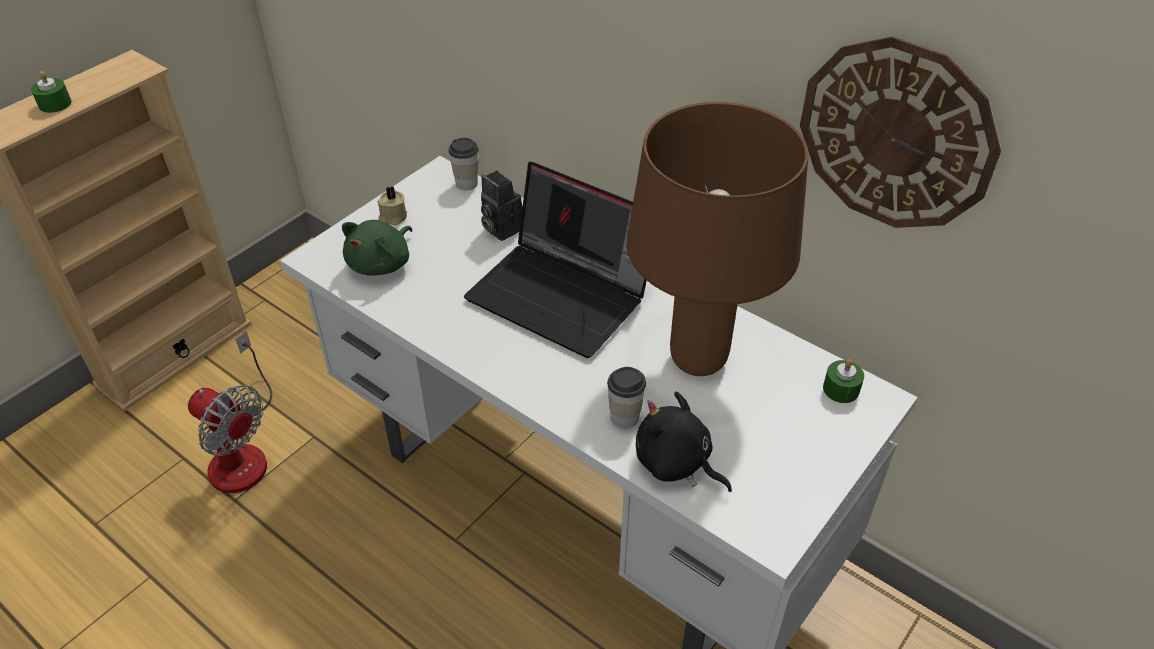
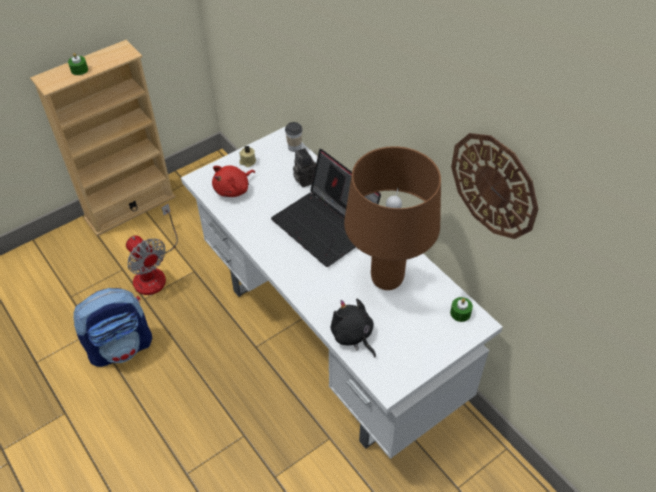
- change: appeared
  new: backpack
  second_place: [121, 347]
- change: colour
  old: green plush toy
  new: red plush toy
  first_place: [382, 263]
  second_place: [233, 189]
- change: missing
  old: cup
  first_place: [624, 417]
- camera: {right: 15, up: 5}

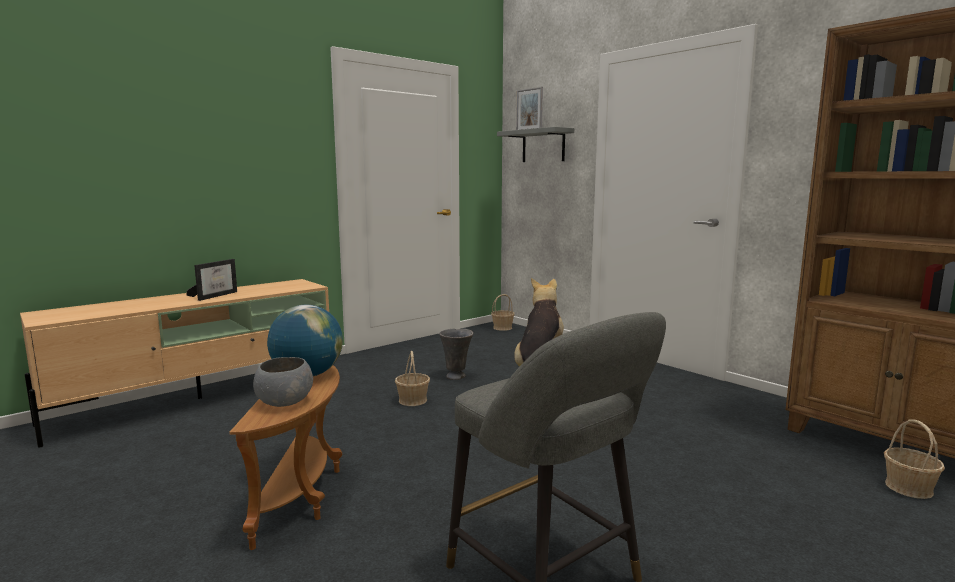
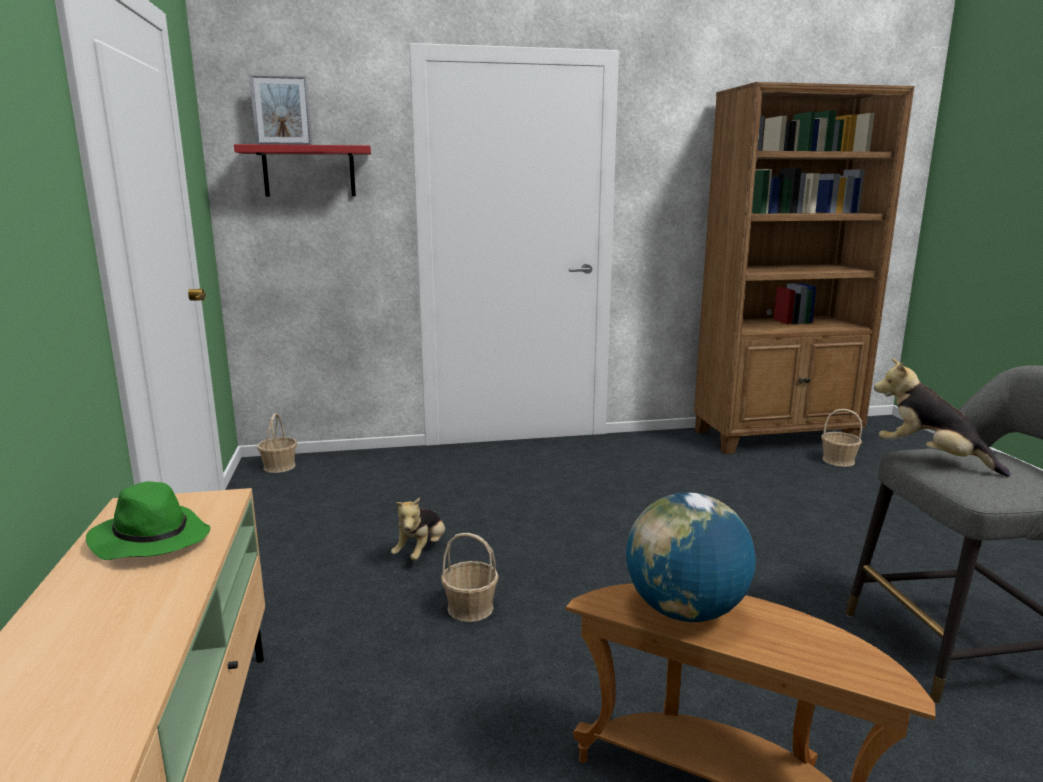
- change: appeared
  new: green hat
  second_place: [150, 540]
- change: colour
  old: grey shelf
  new: red shelf
  first_place: [543, 146]
  second_place: [309, 171]
- change: exchanged
  old: grey vase
  new: plush toy
  first_place: [456, 376]
  second_place: [421, 551]
- change: missing
  old: picture frame
  first_place: [215, 295]
- change: missing
  old: grey bowl
  first_place: [284, 402]
- camera: {right: -60, up: 5}

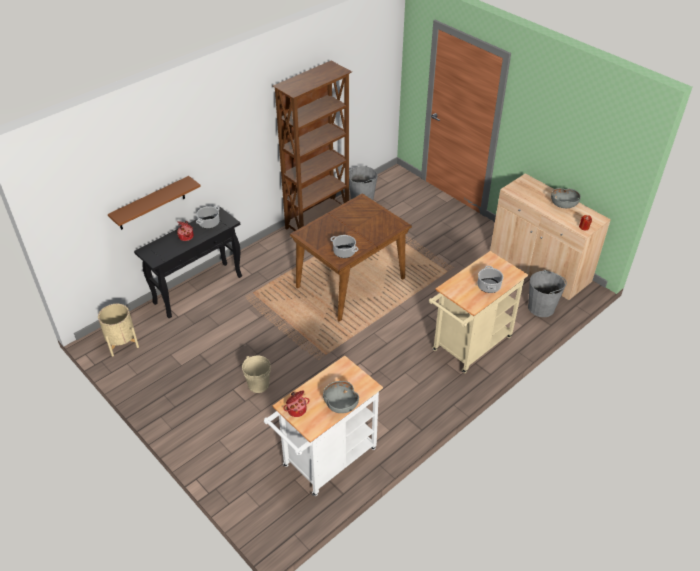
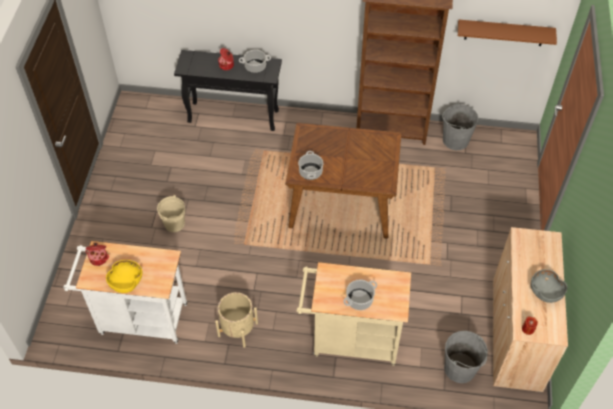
- change: colour
  old: grey bowl
  new: yellow bowl
  first_place: [340, 405]
  second_place: [126, 282]
- change: relocated
  old: beige planter
  first_place: [122, 342]
  second_place: [238, 329]
- change: relocated
  old: brown shelf
  first_place: [151, 203]
  second_place: [504, 33]
- camera: {right: 50, up: 10}

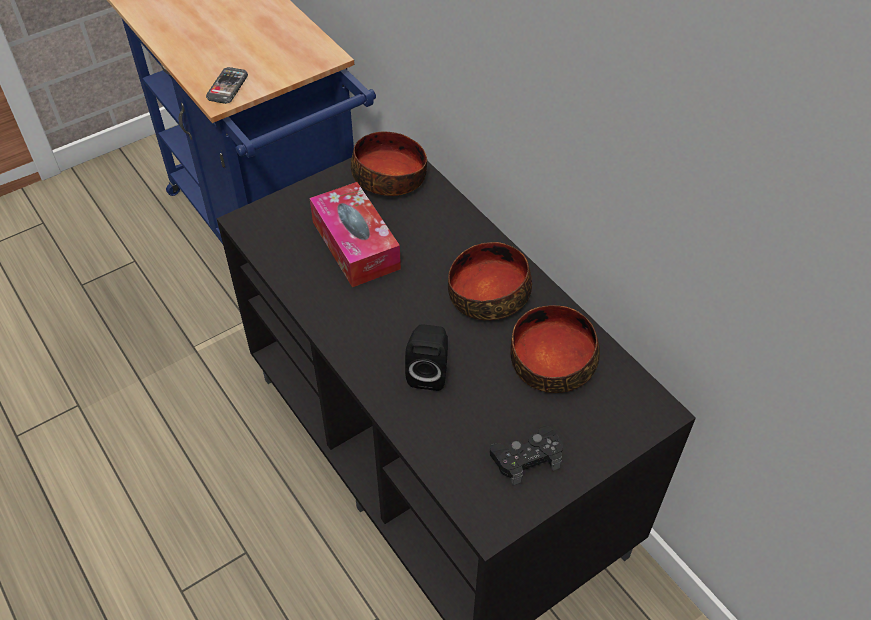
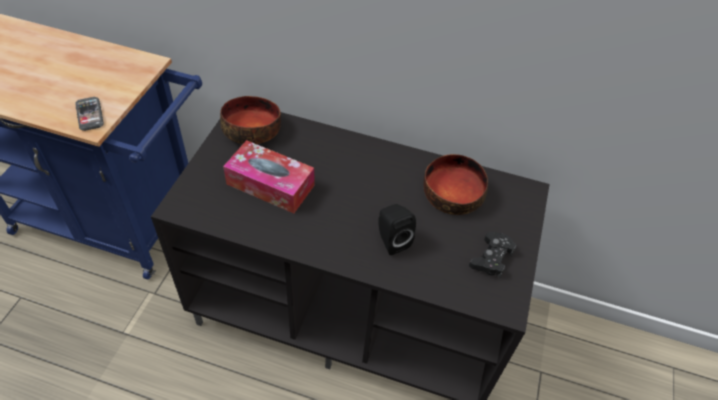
- change: missing
  old: bowl
  first_place: [488, 293]
- camera: {right: -40, up: 0}

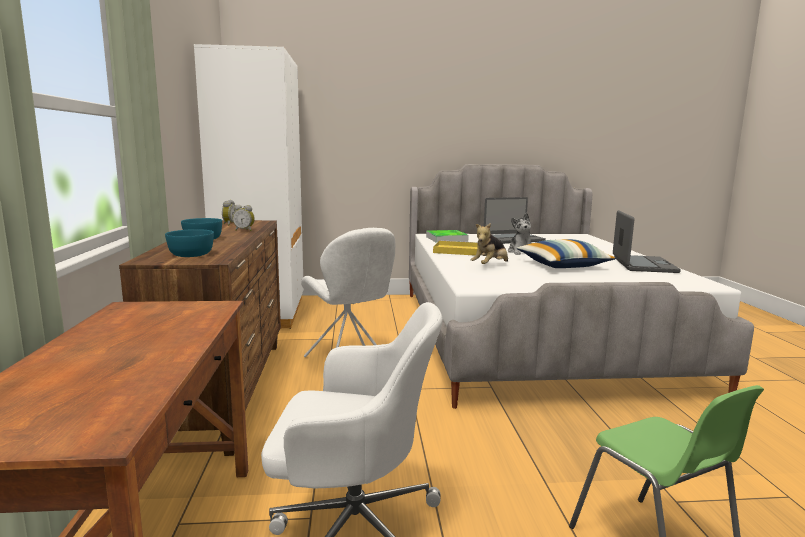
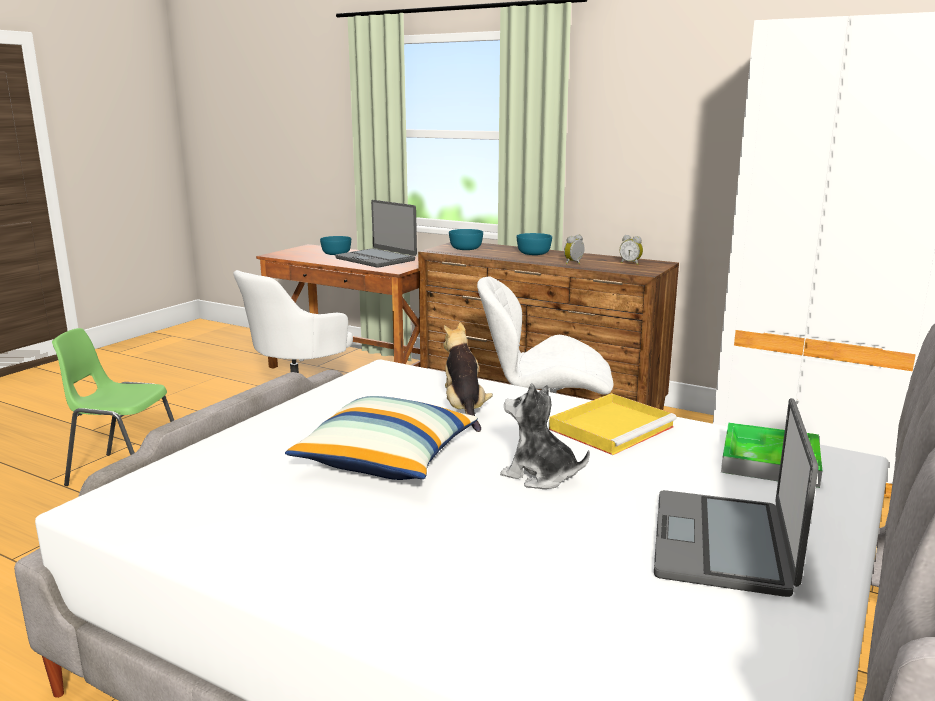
- change: appeared
  new: turquoise bowl
  second_place: [337, 253]
- change: relocated
  old: laptop
  first_place: [643, 265]
  second_place: [376, 259]
- camera: {right: 125, up: 5}

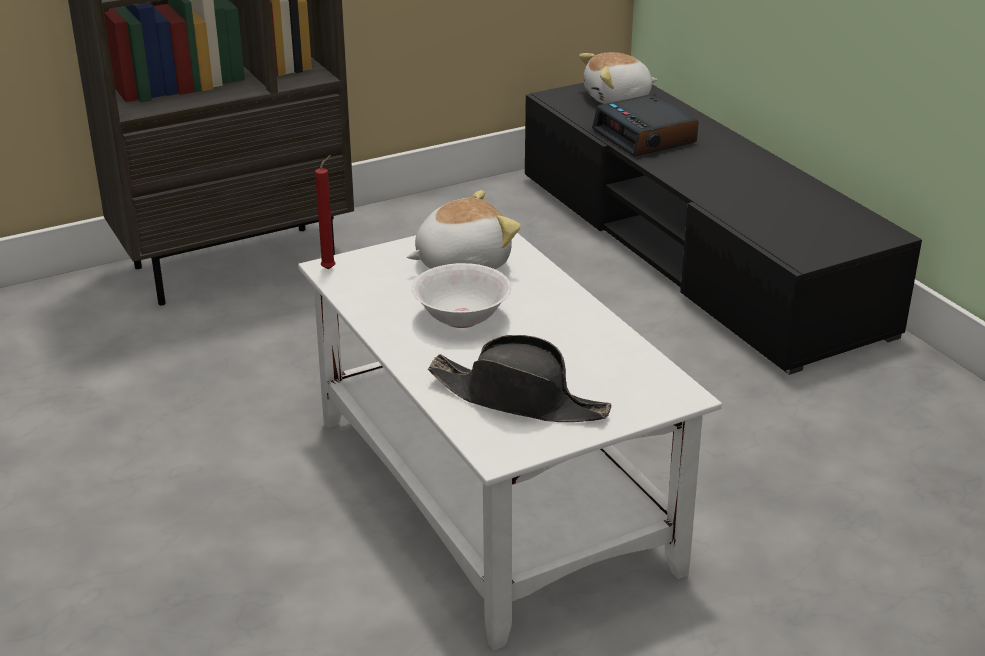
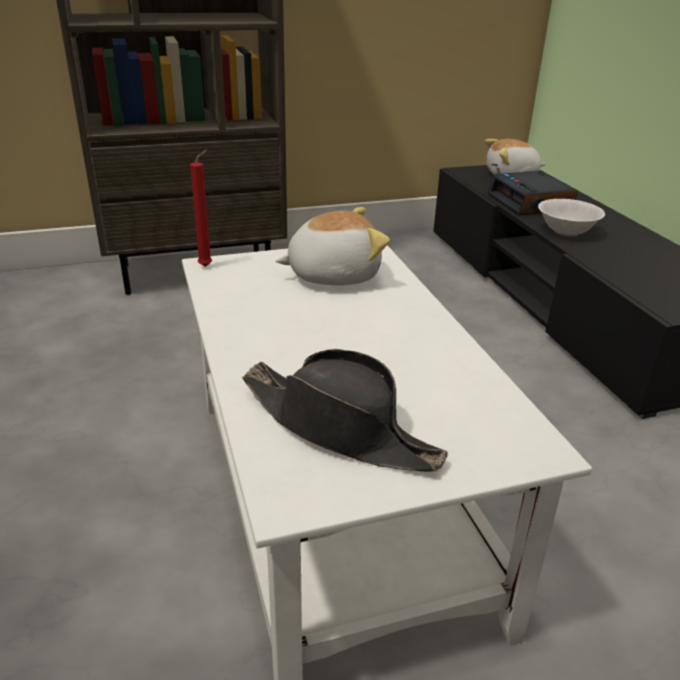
- change: relocated
  old: white bowl
  first_place: [461, 318]
  second_place: [566, 232]
- camera: {right: 10, up: 0}

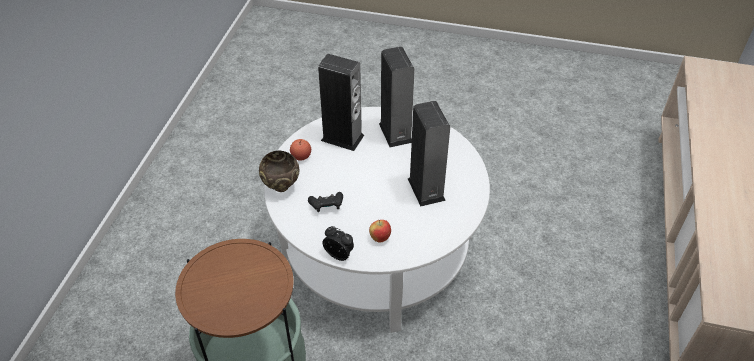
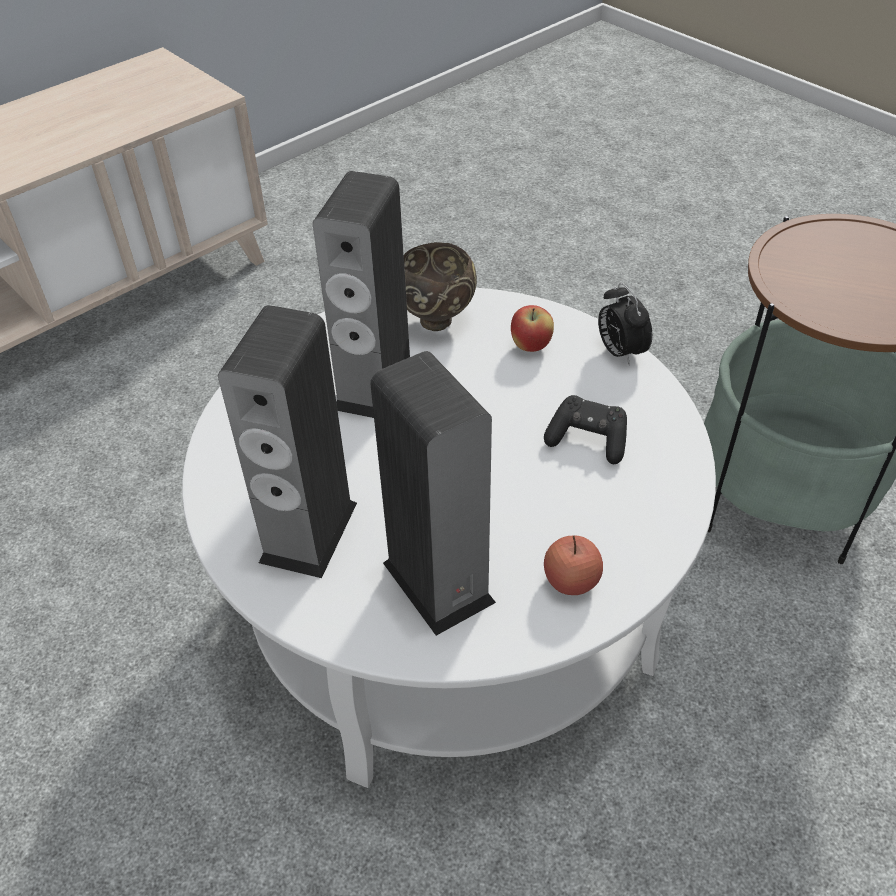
- change: relocated
  old: brown bowl
  first_place: [281, 187]
  second_place: [436, 320]
- camera: {right: -145, up: 0}

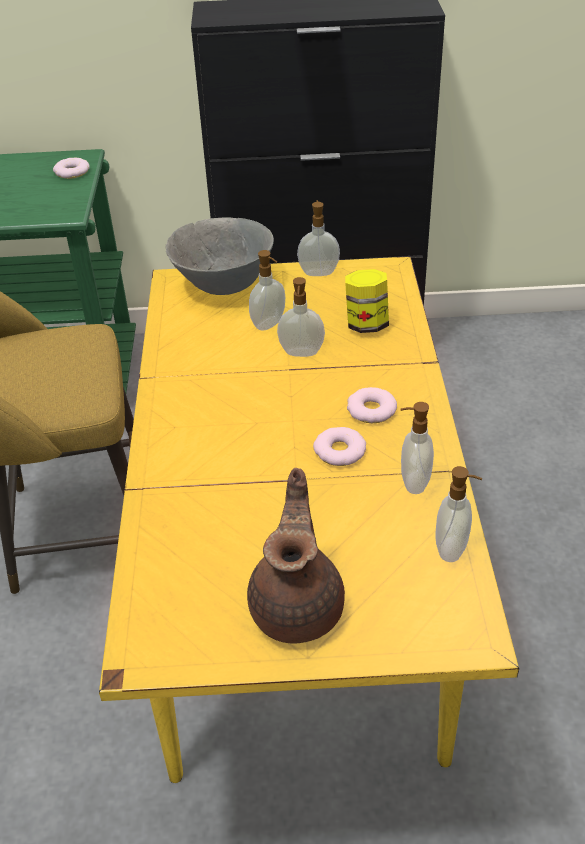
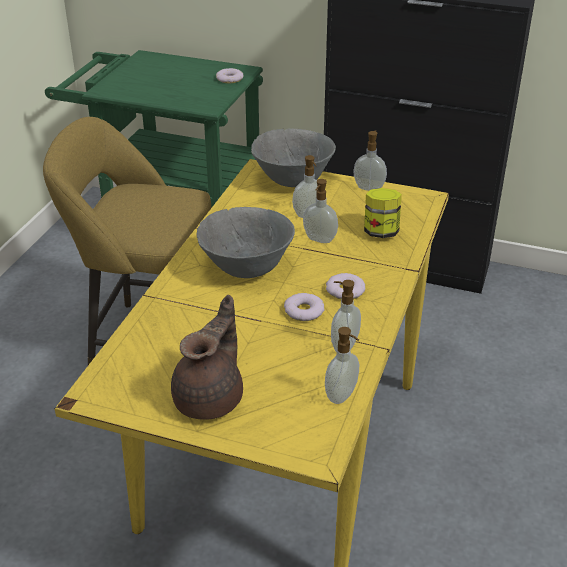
- change: appeared
  new: grey bowl
  second_place: [246, 268]
- camera: {right: 20, up: -5}

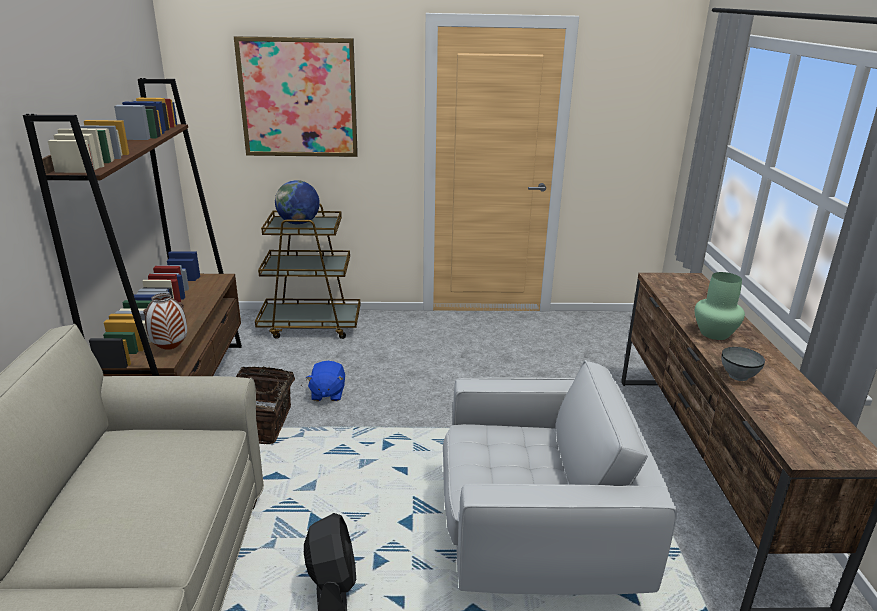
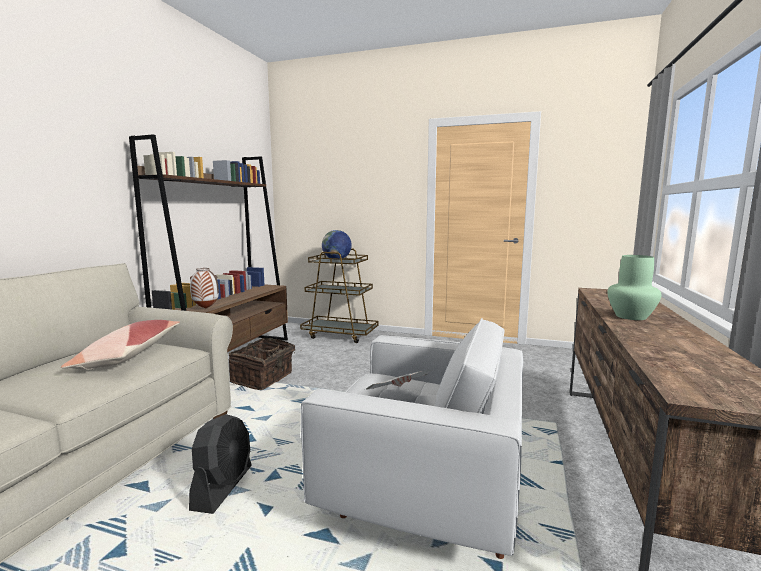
- change: appeared
  new: pillow
  second_place: [129, 355]
- change: appeared
  new: newspaper
  second_place: [397, 397]
- change: missing
  old: picture
  first_place: [298, 98]
- change: missing
  old: blue plush toy
  first_place: [327, 393]
- change: missing
  old: grey bowl
  first_place: [739, 376]
- camera: {right: 20, up: -15}

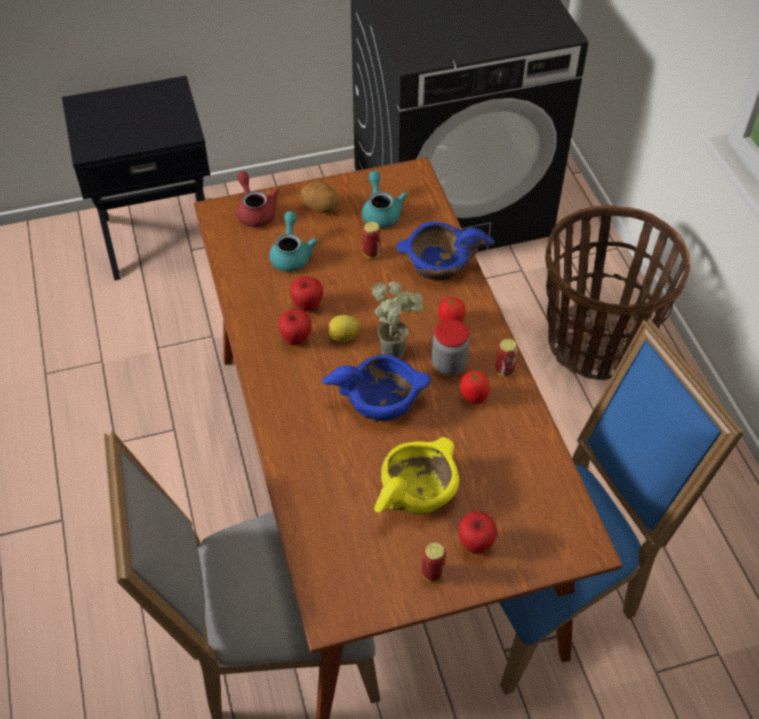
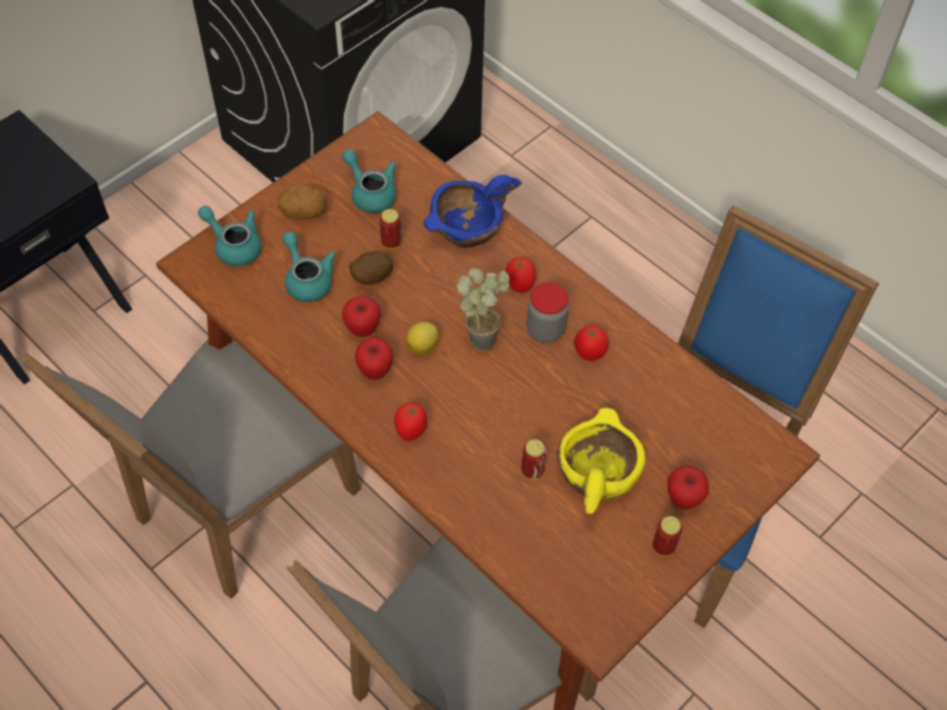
- change: appeared
  new: grey chair
  second_place: [234, 508]
- change: colour
  old: red teapot
  new: turquoise teapot
  first_place: [255, 211]
  second_place: [234, 246]
- change: appeared
  new: potato
  second_place: [371, 277]
- change: appeared
  new: tomato
  second_place: [411, 430]
- change: relocated
  old: can
  first_place: [504, 371]
  second_place: [532, 471]
- change: missing
  old: blue bowl
  first_place: [382, 400]
- change: missing
  old: basket
  first_place: [595, 344]
- camera: {right: -30, up: 5}

